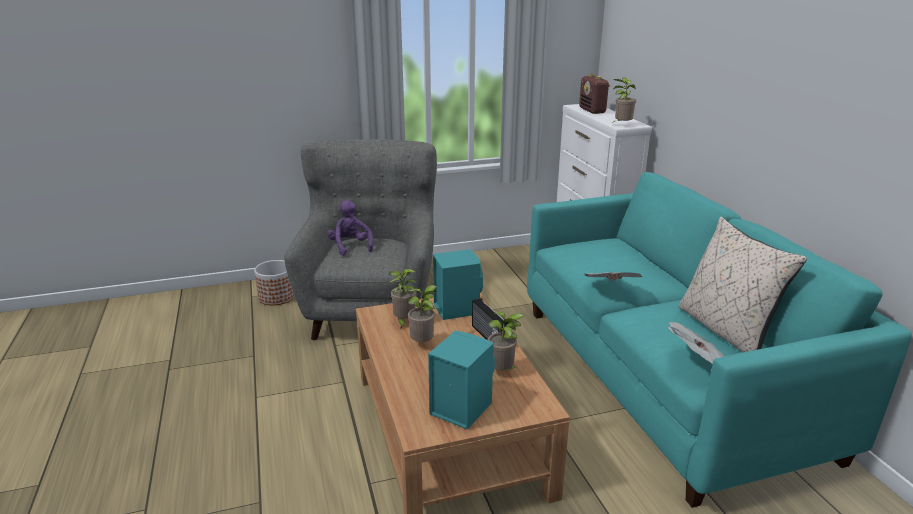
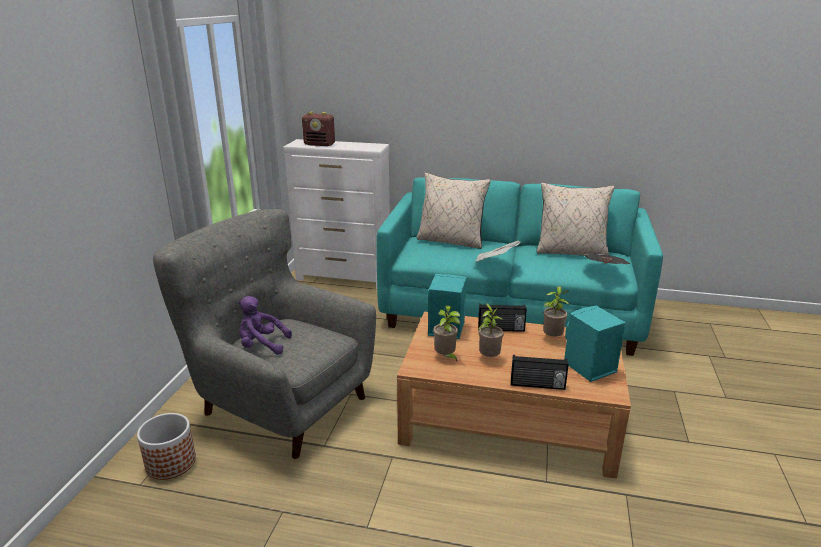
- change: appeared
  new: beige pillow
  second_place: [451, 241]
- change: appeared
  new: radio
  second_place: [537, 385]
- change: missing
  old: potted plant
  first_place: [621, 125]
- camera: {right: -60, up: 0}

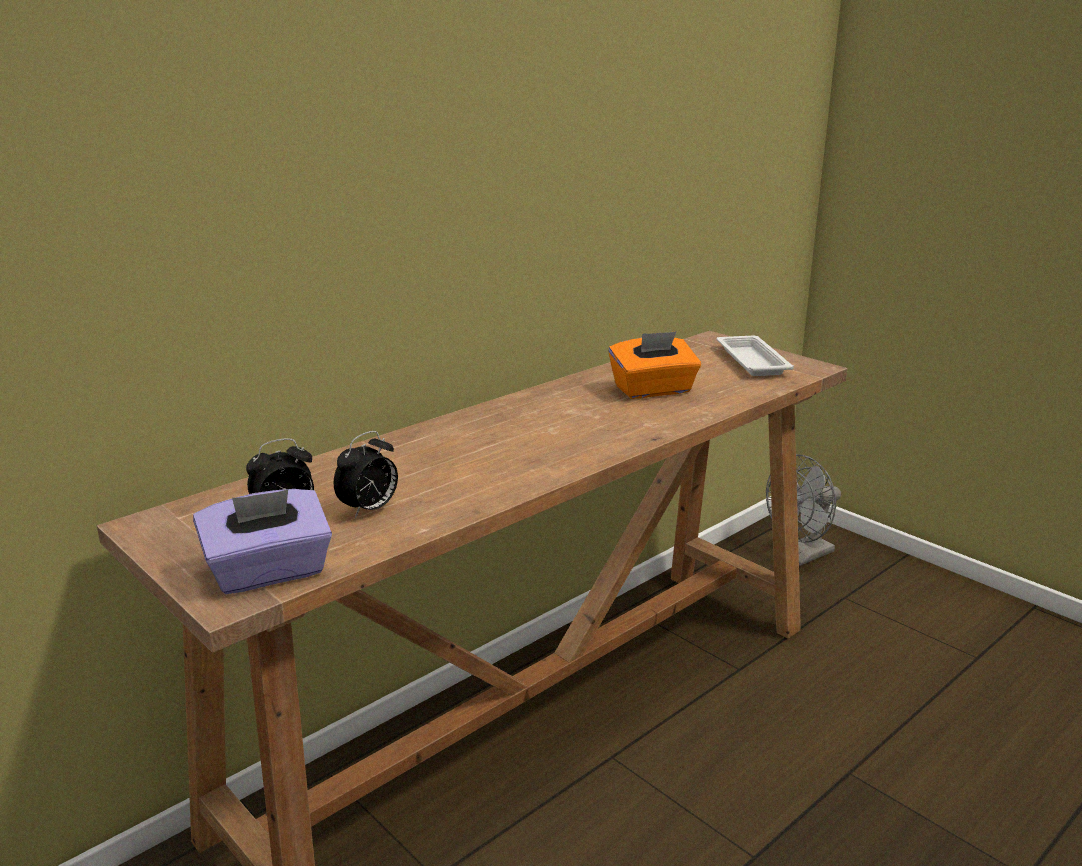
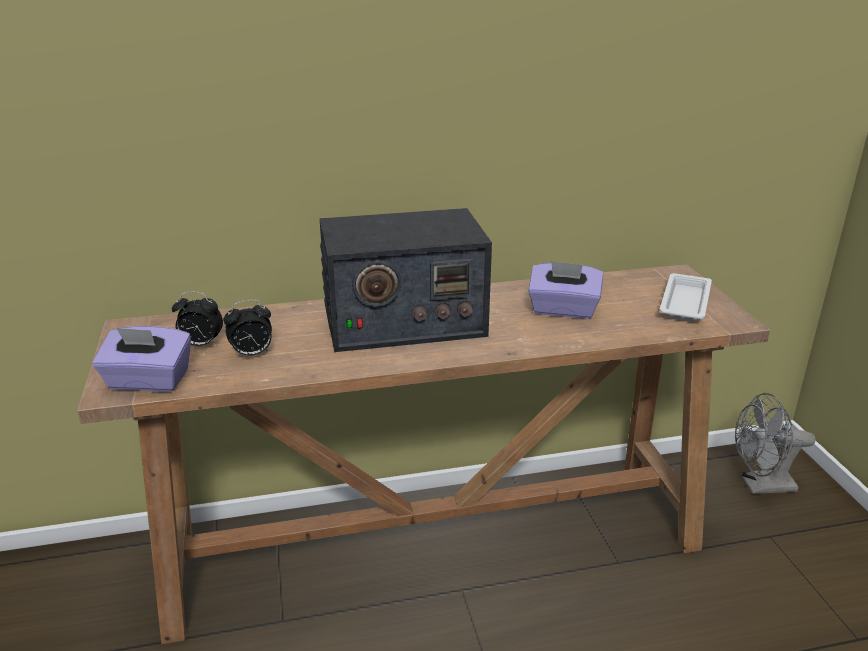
- change: appeared
  new: radio
  second_place: [403, 321]
- change: colour
  old: orange tissue box
  new: purple tissue box
  first_place: [653, 390]
  second_place: [563, 310]
- camera: {right: 30, up: 5}

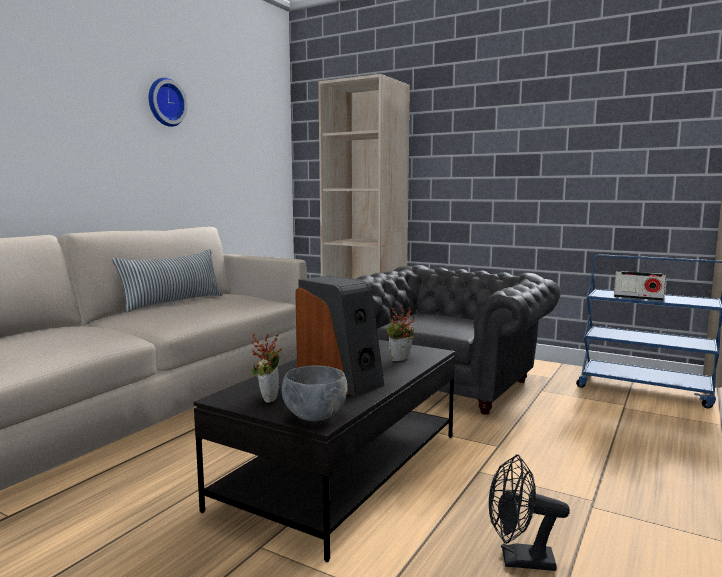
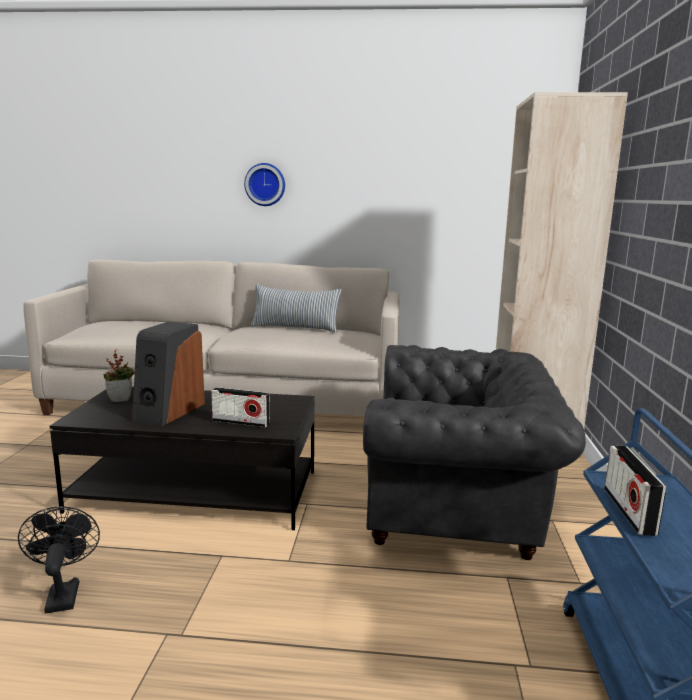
- change: exchanged
  old: potted plant
  new: radio
  first_place: [400, 360]
  second_place: [241, 422]
- change: relocated
  old: wall clock
  first_place: [165, 102]
  second_place: [265, 184]
- change: missing
  old: grey bowl
  first_place: [314, 416]
- camera: {right: 65, up: 5}

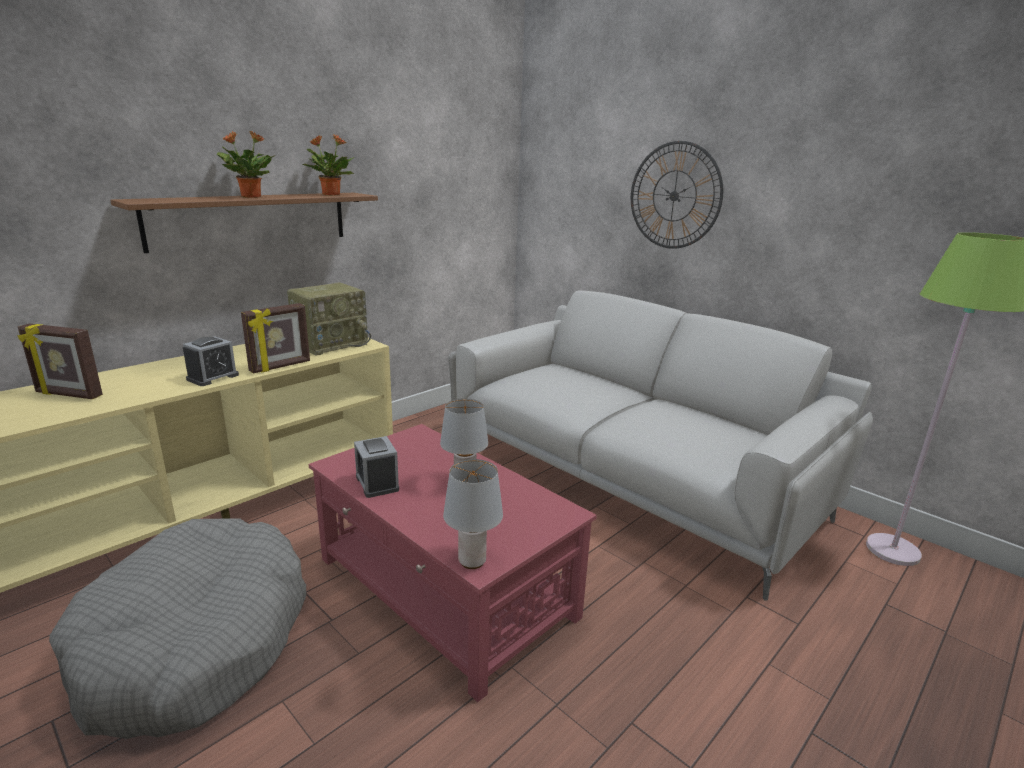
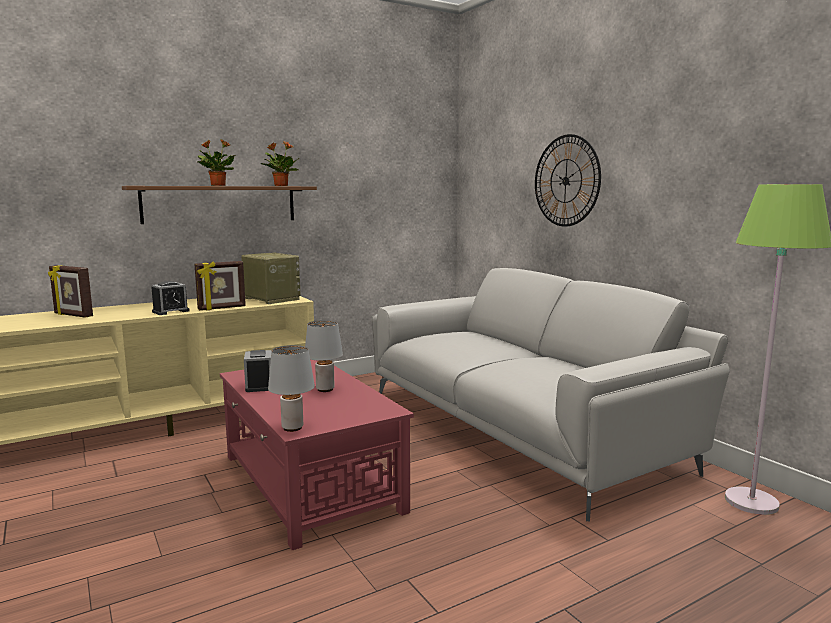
- change: spun
  old: radio
  first_place: [331, 344]
  second_place: [271, 299]
  degrees: -105
- change: missing
  old: grey dog bed
  first_place: [196, 642]
- camera: {right: 15, up: -10}

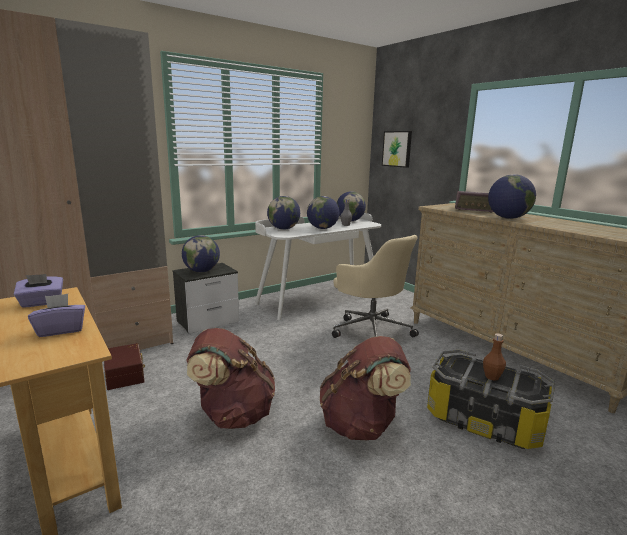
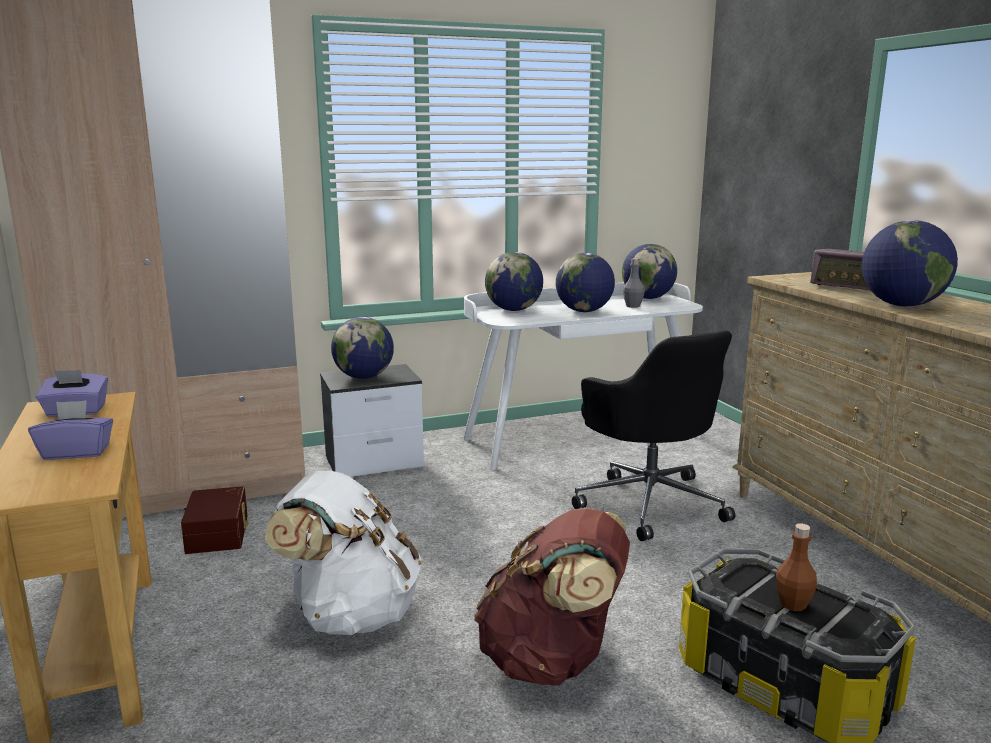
- change: colour
  old: brown backpack
  new: white backpack
  first_place: [233, 415]
  second_place: [351, 615]
- change: colour
  old: beige office chair
  new: black office chair
  first_place: [371, 330]
  second_place: [649, 502]
- change: missing
  old: picture
  first_place: [397, 149]
- camera: {right: 15, up: 0}

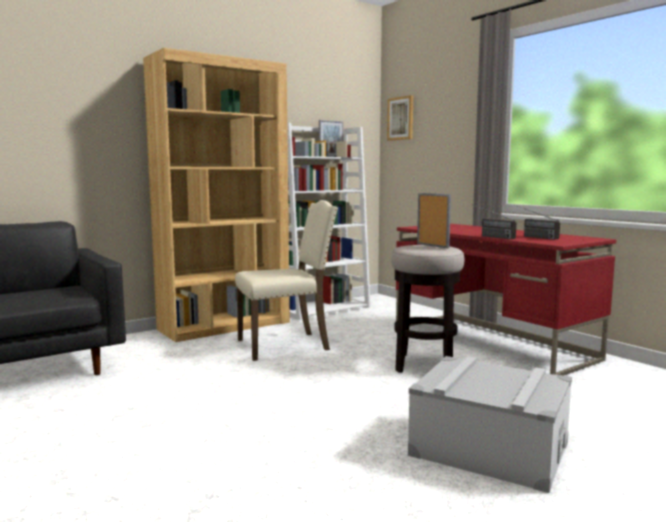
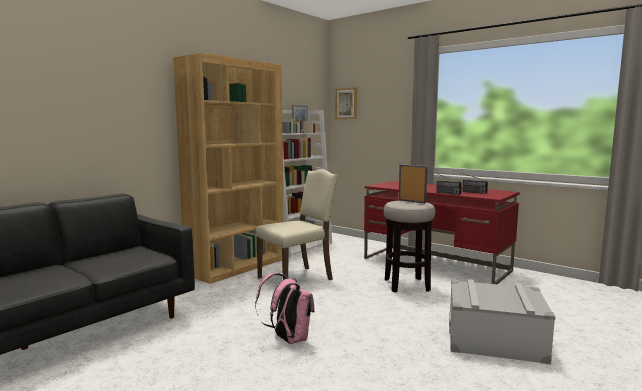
- change: appeared
  new: pink backpack
  second_place: [288, 339]
- camera: {right: -15, up: 0}

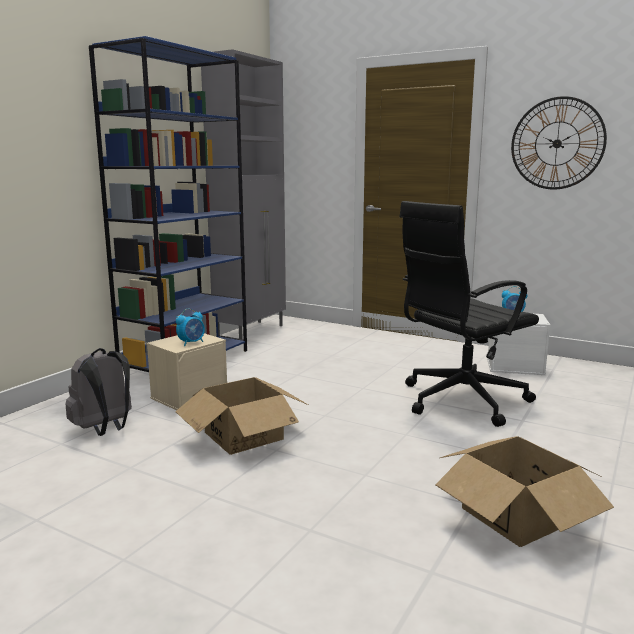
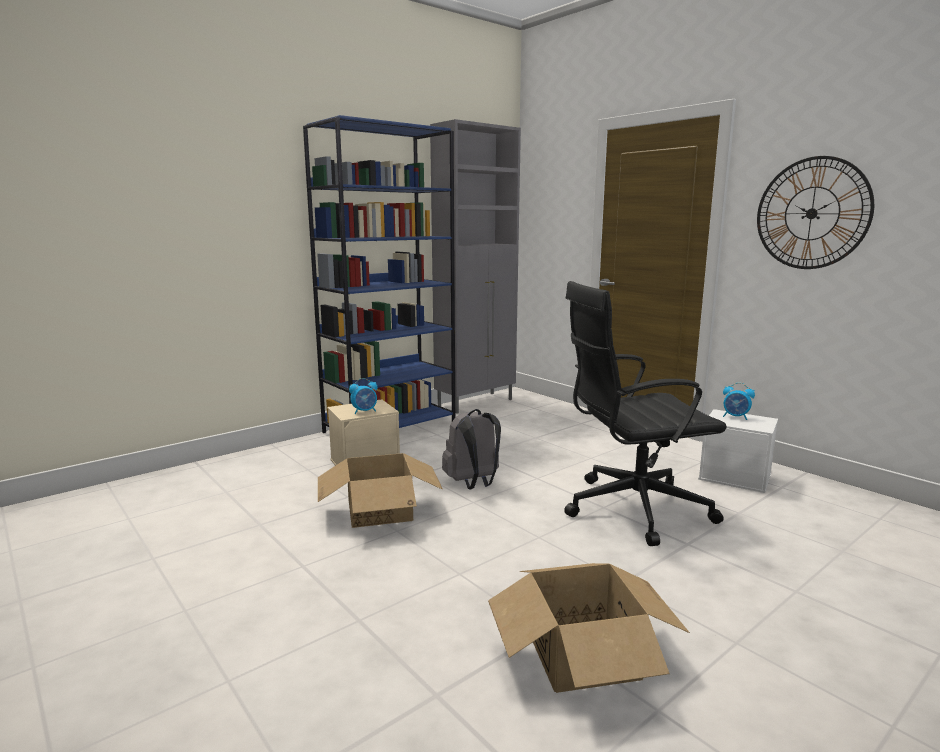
- change: relocated
  old: grey backpack
  first_place: [104, 429]
  second_place: [473, 483]
- camera: {right: 20, up: 0}

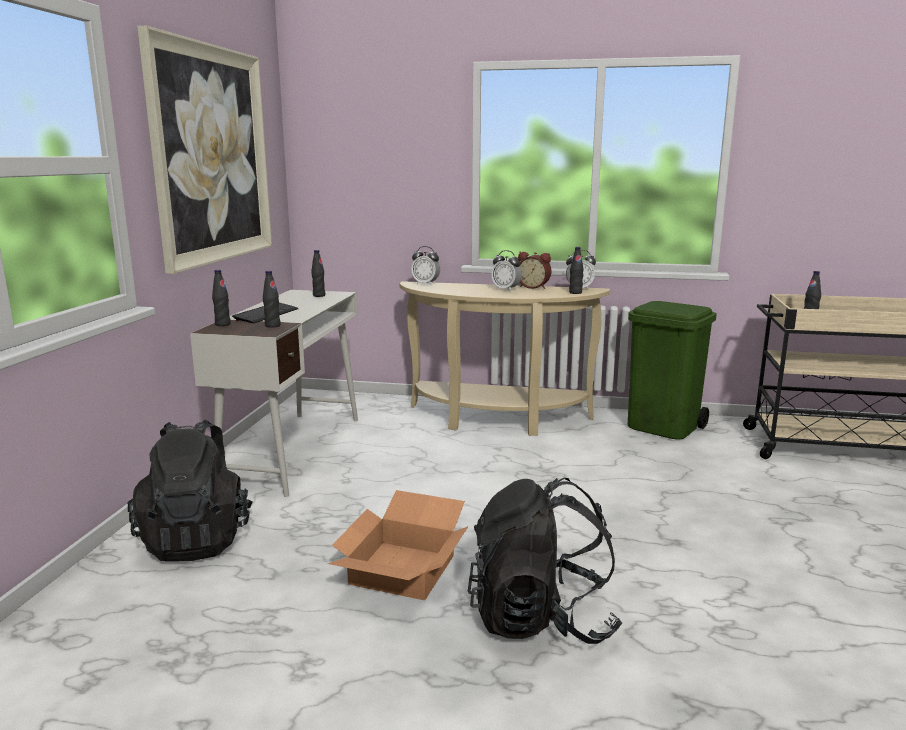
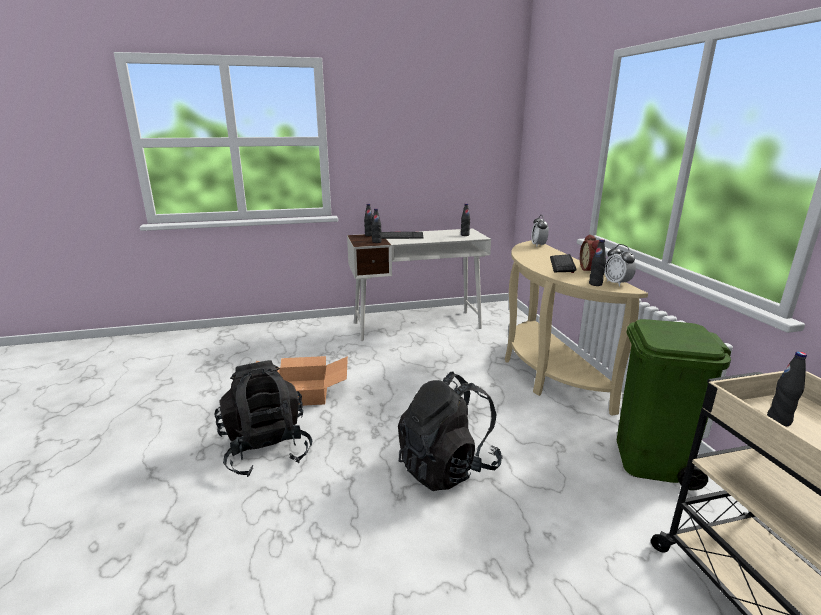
- change: relocated
  old: black backpack
  first_place: [197, 540]
  second_place: [447, 467]
- change: exchanged
  old: alarm clock
  new: keyboard
  first_place: [506, 289]
  second_place: [562, 264]
- change: missing
  old: picture
  first_place: [212, 155]
- camera: {right: 65, up: 5}

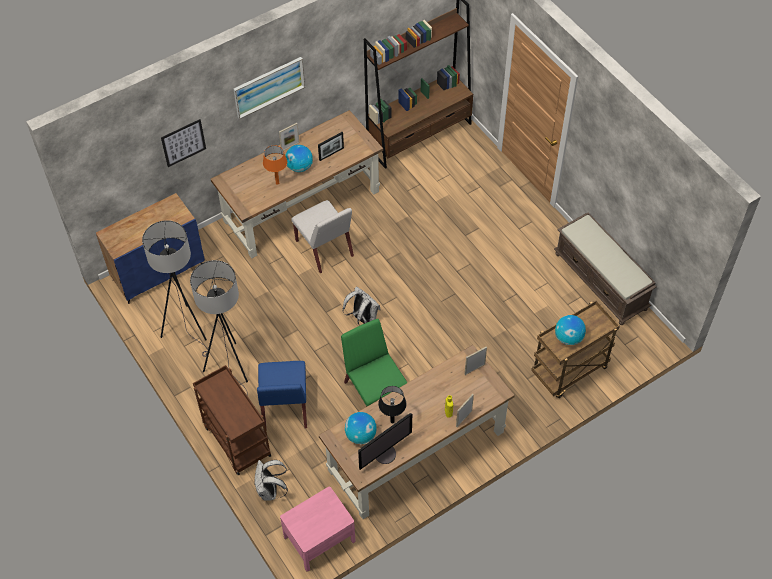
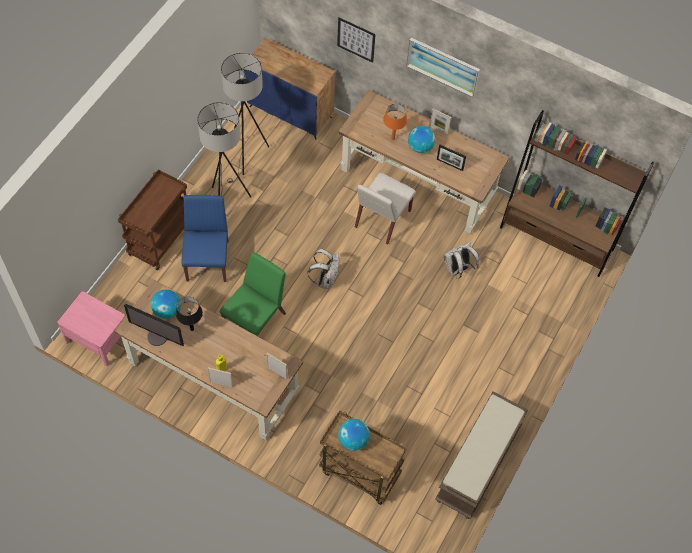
- change: spun
  old: blue chair
  first_place: [285, 407]
  second_place: [207, 260]
  degrees: 120
- change: relocated
  old: white backpack
  first_place: [270, 491]
  second_place: [457, 269]
- camera: {right: 60, up: 5}

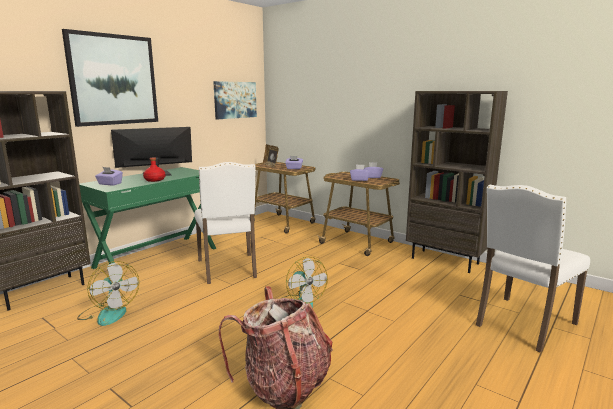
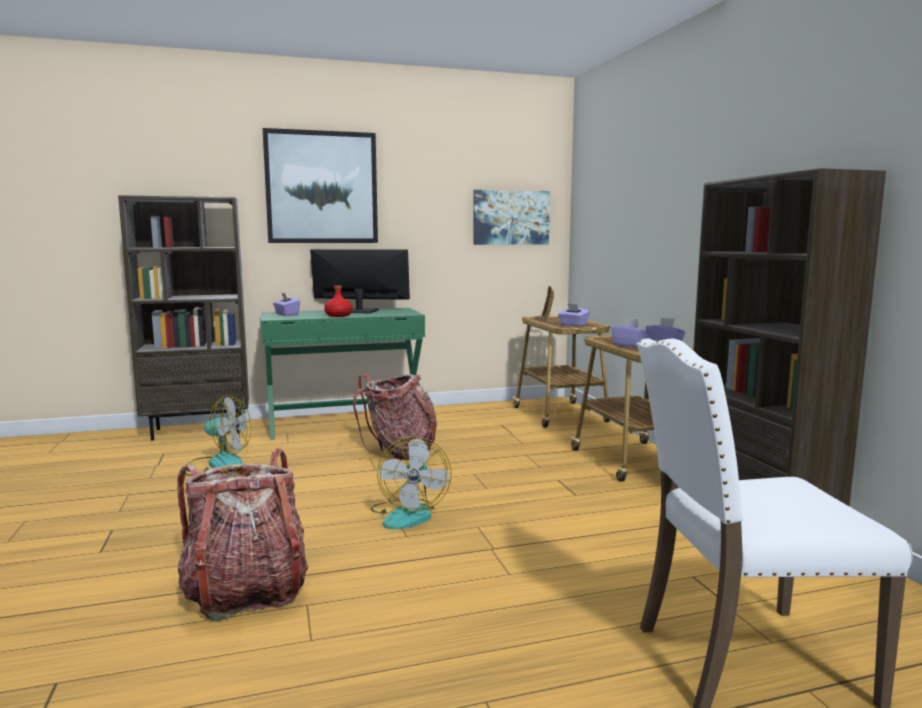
- change: spun
  old: fan
  first_place: [109, 312]
  second_place: [217, 464]
  degrees: -75
- change: exchanged
  old: white chair
  new: backpack
  first_place: [228, 269]
  second_place: [399, 452]
- camera: {right: 35, up: -5}

